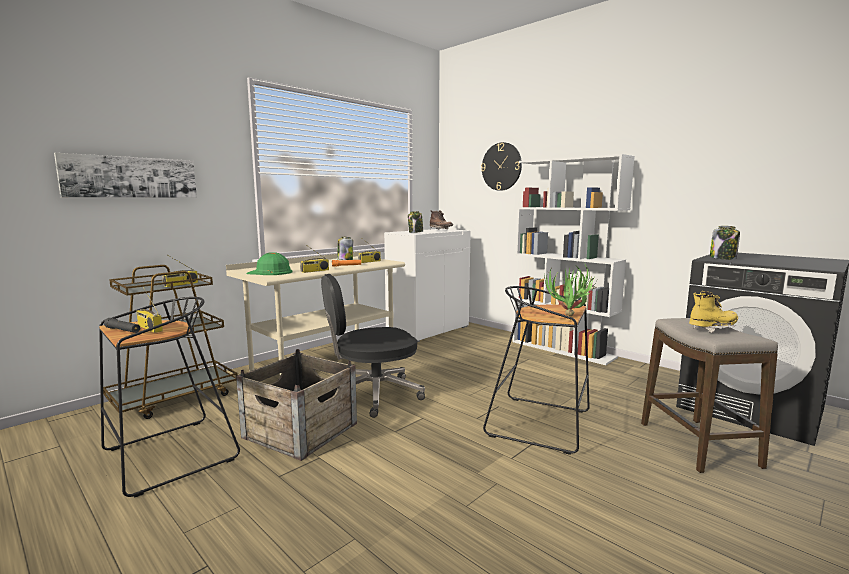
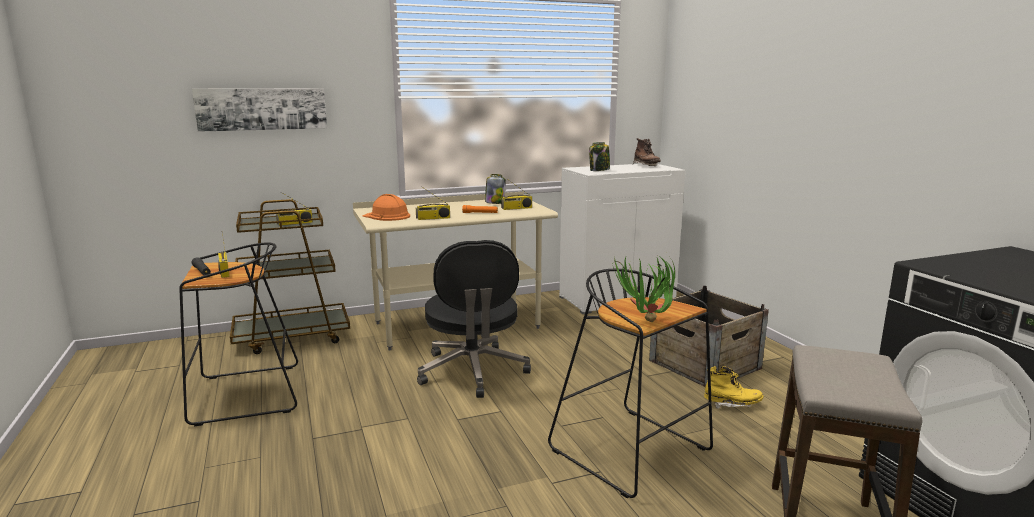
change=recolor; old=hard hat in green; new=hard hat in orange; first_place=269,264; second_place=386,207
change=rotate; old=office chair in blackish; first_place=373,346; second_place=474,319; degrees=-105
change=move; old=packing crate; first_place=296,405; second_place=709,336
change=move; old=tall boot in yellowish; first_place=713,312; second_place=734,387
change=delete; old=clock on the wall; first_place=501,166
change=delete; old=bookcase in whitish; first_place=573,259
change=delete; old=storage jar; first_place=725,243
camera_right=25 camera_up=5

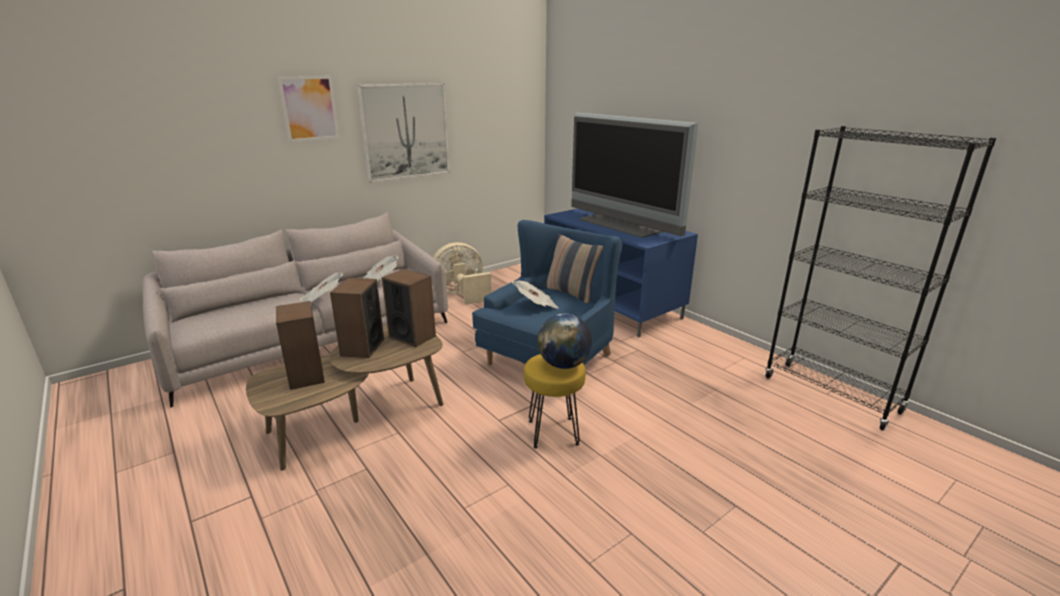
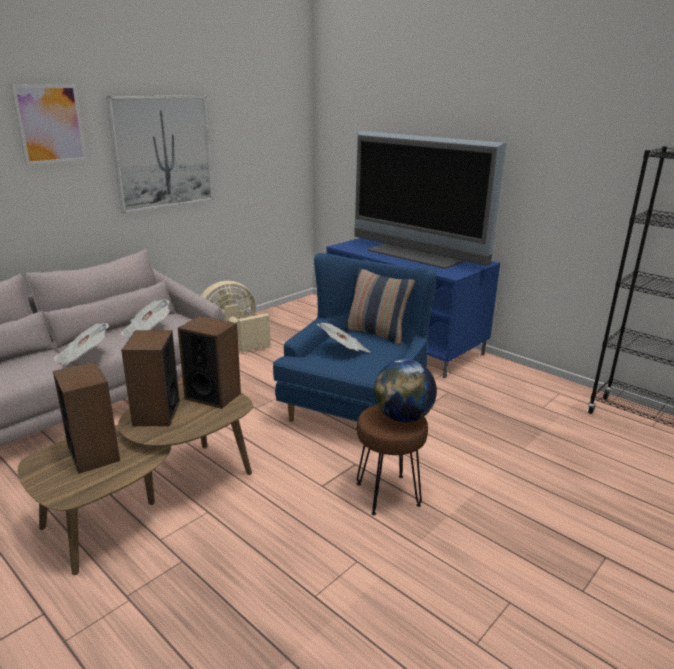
change=recolor; old=stool seat in yellowish; new=stool seat in brown-coloured; first_place=555,401; second_place=392,460
camera_right=-10 camera_up=0

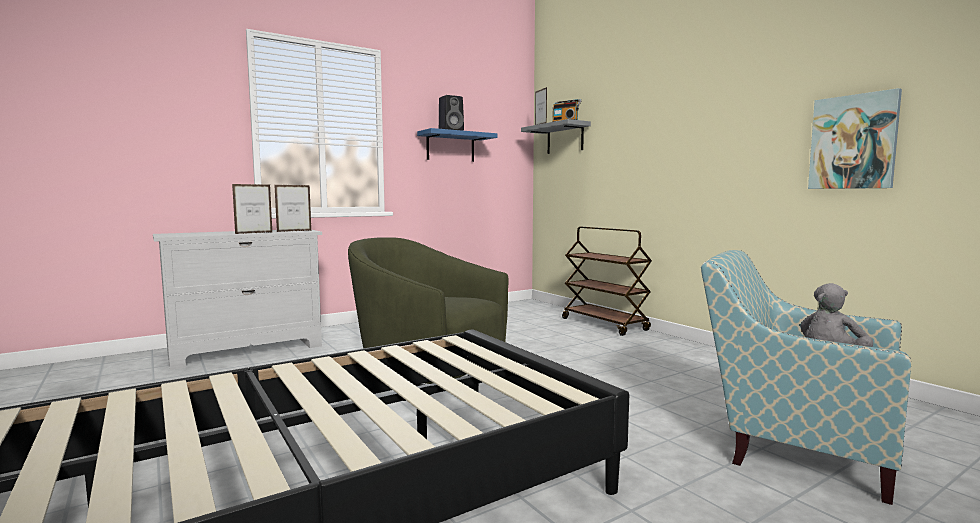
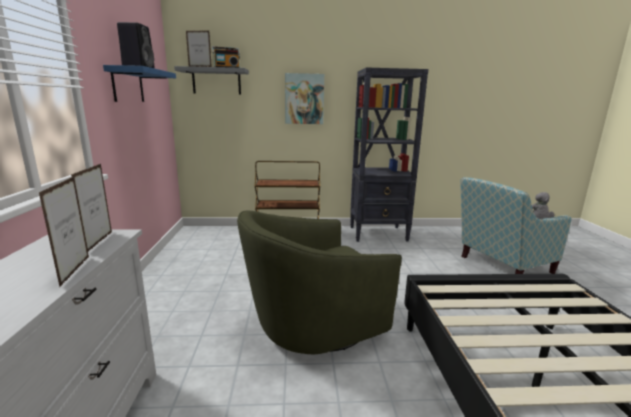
change=move; old=picture; first_place=855,138; second_place=304,98
change=insert; new=bookcase in blackish; second_place=389,154
camera_right=-60 camera_up=10

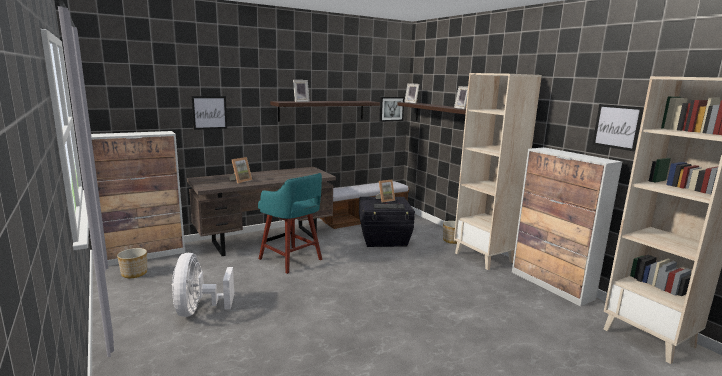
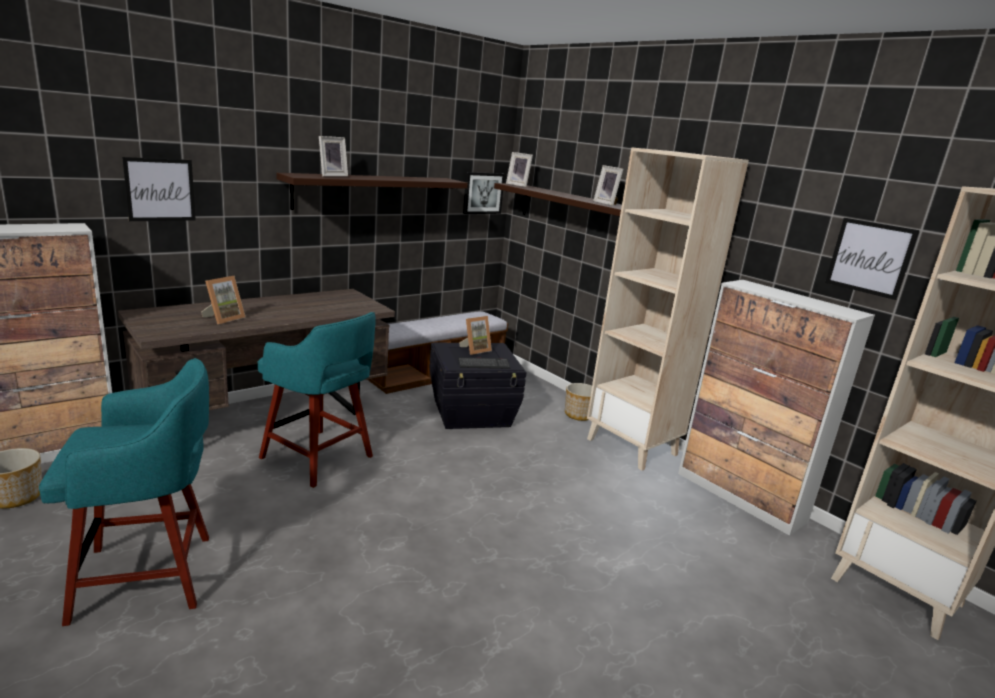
change=replace; old=cooling fan in whitish; new=stool seat in blue-green; first_place=203,285; second_place=124,492
camera_right=-10 camera_up=5

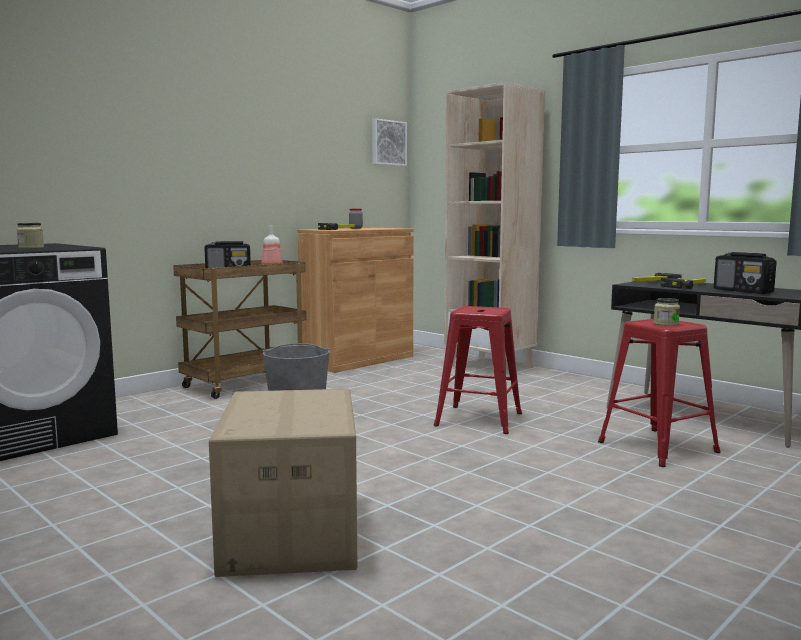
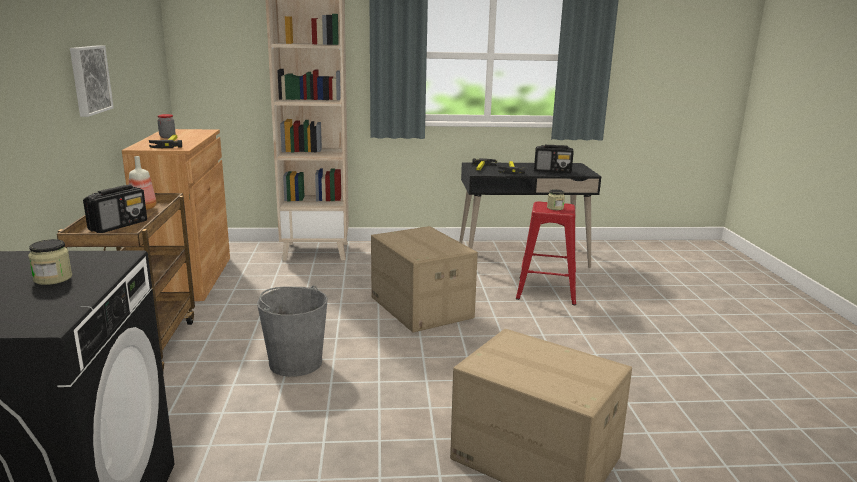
change=move; old=picture; first_place=389,142; second_place=92,81
change=replace; old=stool seat in reddish; new=cardboard box; first_place=478,370; second_place=424,279
camera_right=-50 camera_up=10

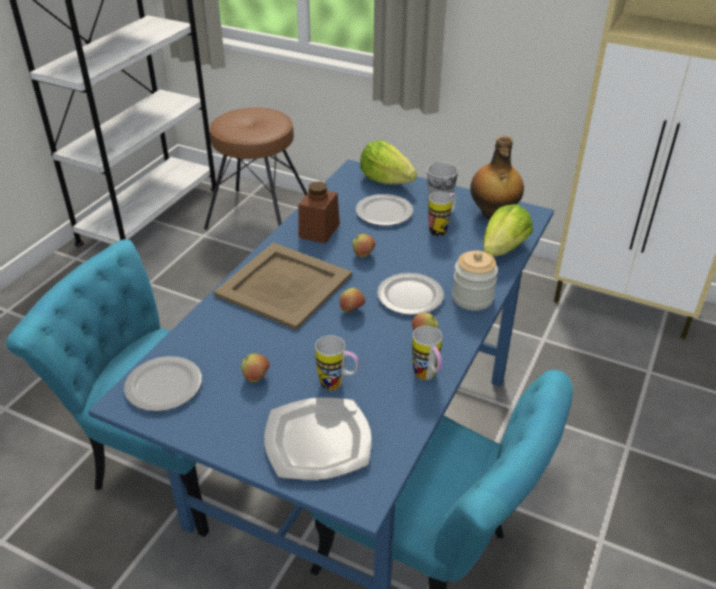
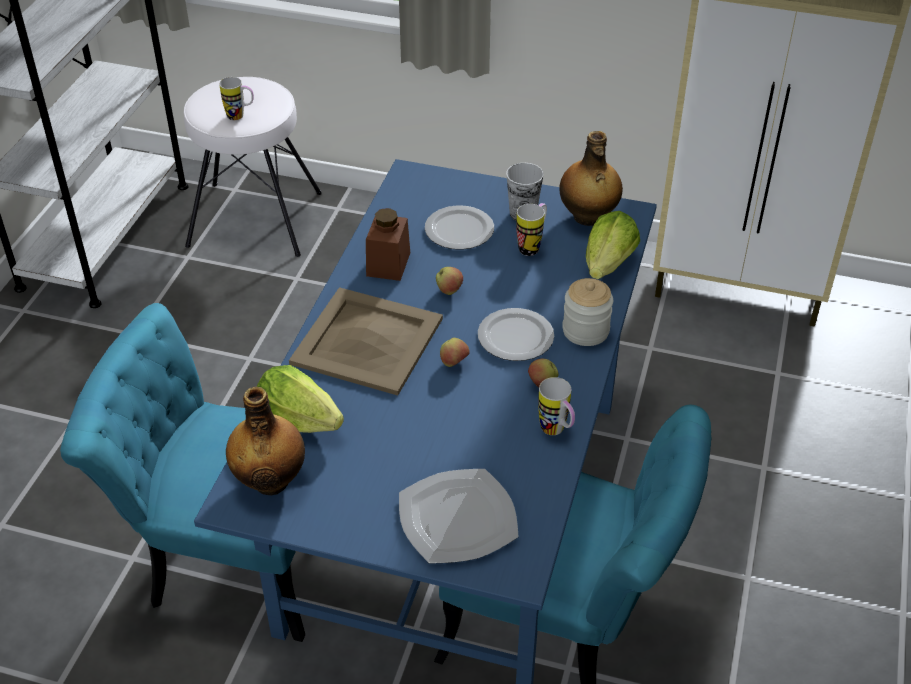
change=recolor; old=stool seat in brown-coloured; new=stool seat in whitish; first_place=256,168; second_place=253,167
change=move; old=tea mug; first_place=337,362; second_place=236,98
change=replace; old=flat dish; new=beverage bottle; first_place=163,383; second_place=265,441
change=move; old=head of lettuce; first_place=388,162; second_place=300,399
change=delete; old=apple fruit; first_place=255,368
camera_right=-10 camera_up=5

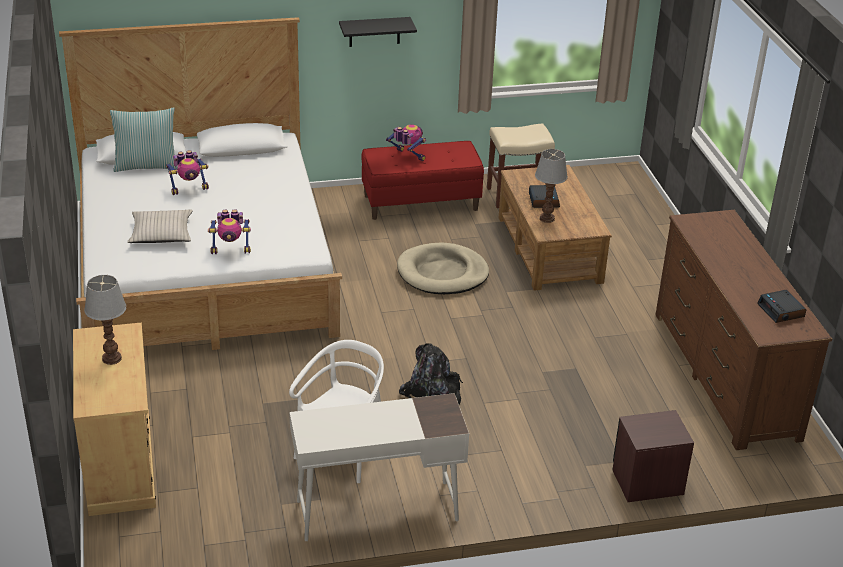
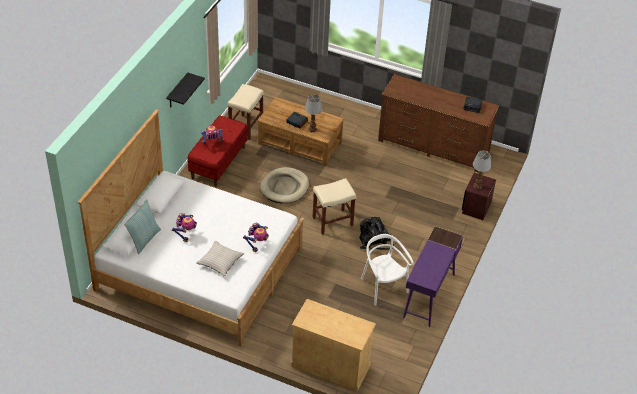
change=insert; new=stool seat in beige-coloured; second_place=334,206
change=recolor; old=desk table in whitish; new=desk table in purple-coloured; first_place=379,467; second_place=433,276
change=move; old=tabletop lamp; first_place=105,320; second_place=482,170
camera_right=-55 camera_up=10

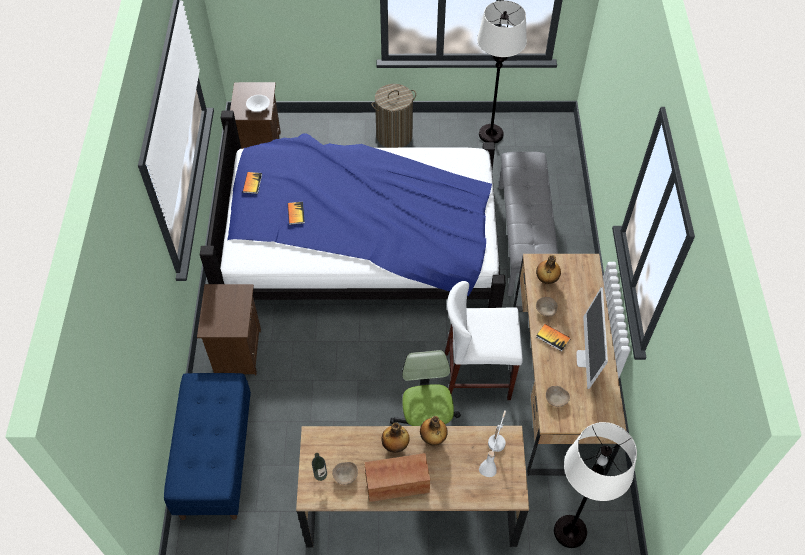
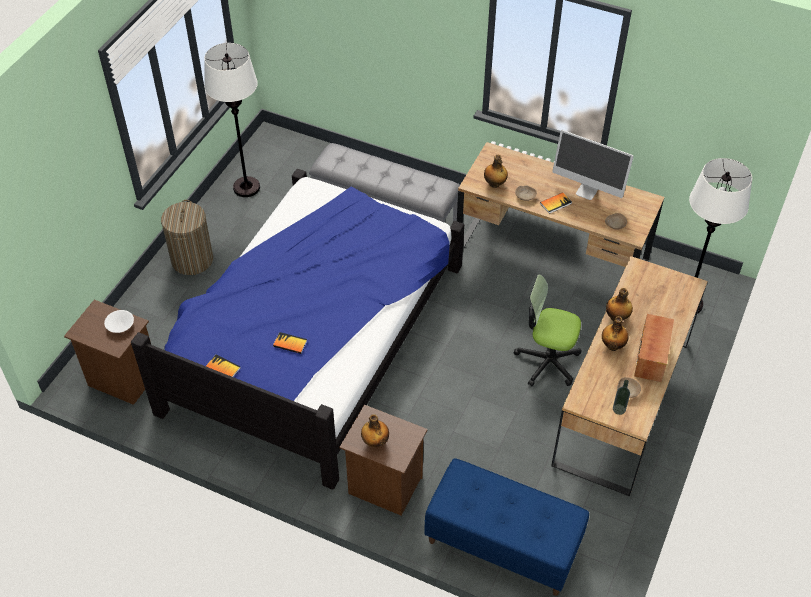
change=insert; new=beverage bottle; second_place=375,430
change=delete; old=stool seat in whitish; first_place=484,340
change=delete; old=tabletop lamp in whitish; first_place=492,443
camera_right=-65 camera_up=-5

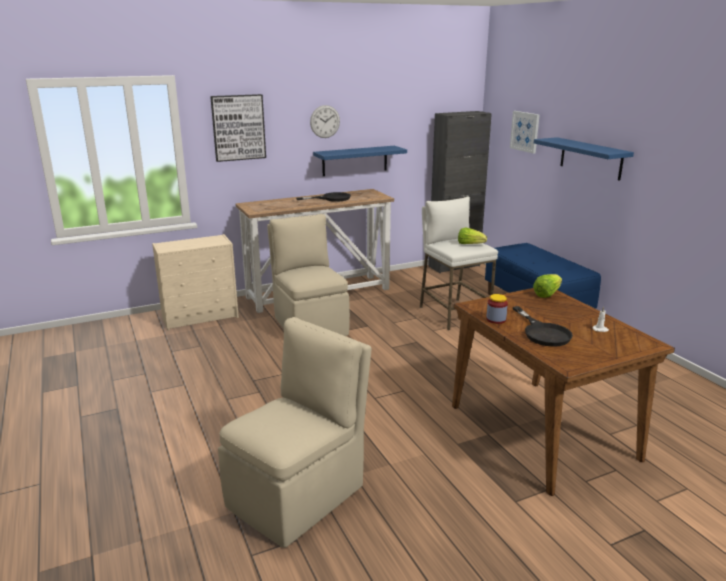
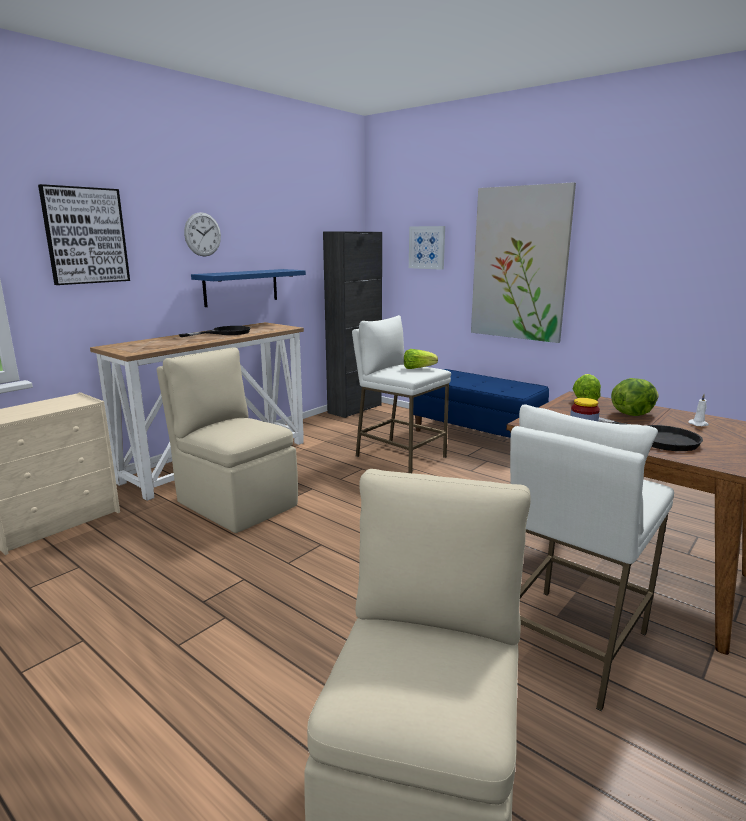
change=replace; old=shelf in blue; new=picture; first_place=584,159; second_place=523,262
change=insert; new=stool seat in whitish; second_place=592,557
change=insert; new=head of lettuce; second_place=635,397
camera_right=-25 camera_up=-5

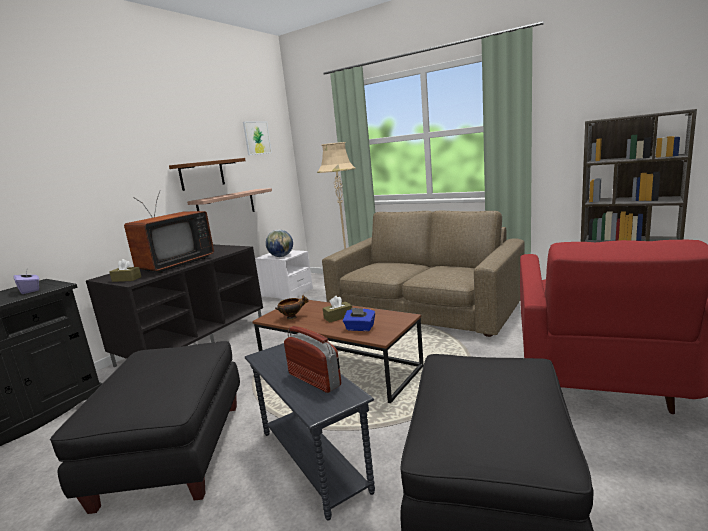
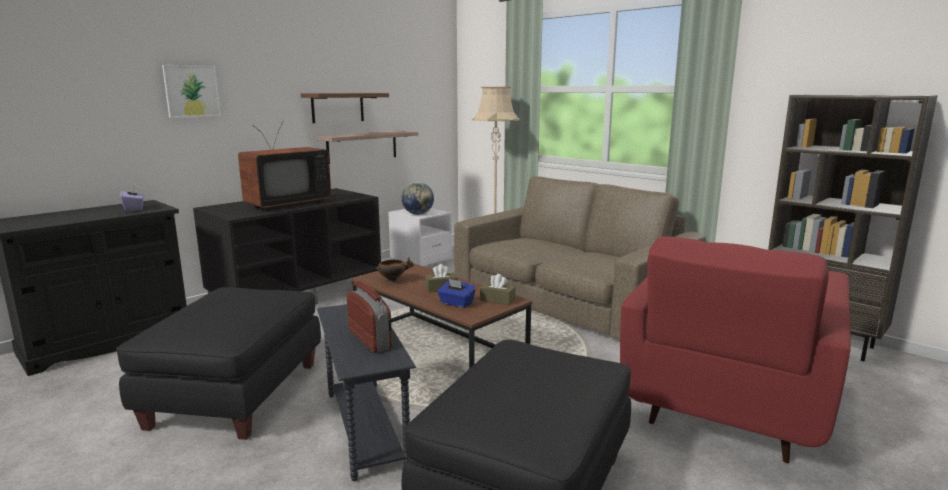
change=move; old=picture; first_place=257,138; second_place=191,91
change=move; old=tissue holder in brown-coloured; first_place=125,270; second_place=498,289
camera_right=10 camera_up=0

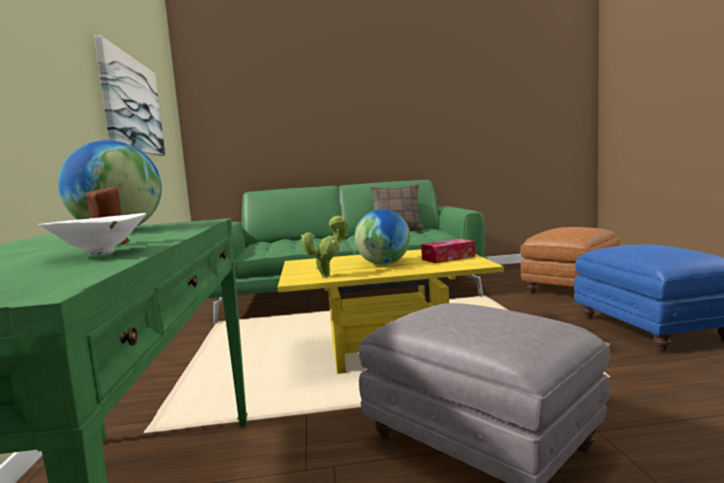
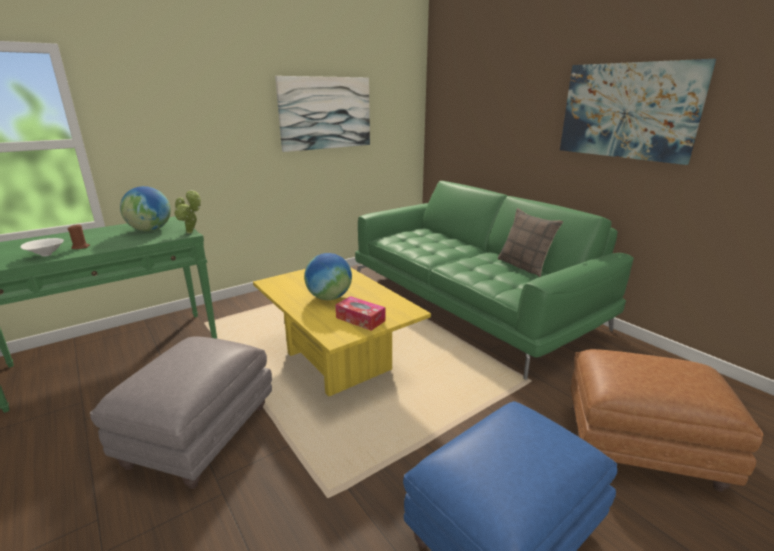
change=move; old=houseplant; first_place=324,246; second_place=187,211
change=insert; new=picture; second_place=638,112
camera_right=60 camera_up=15

